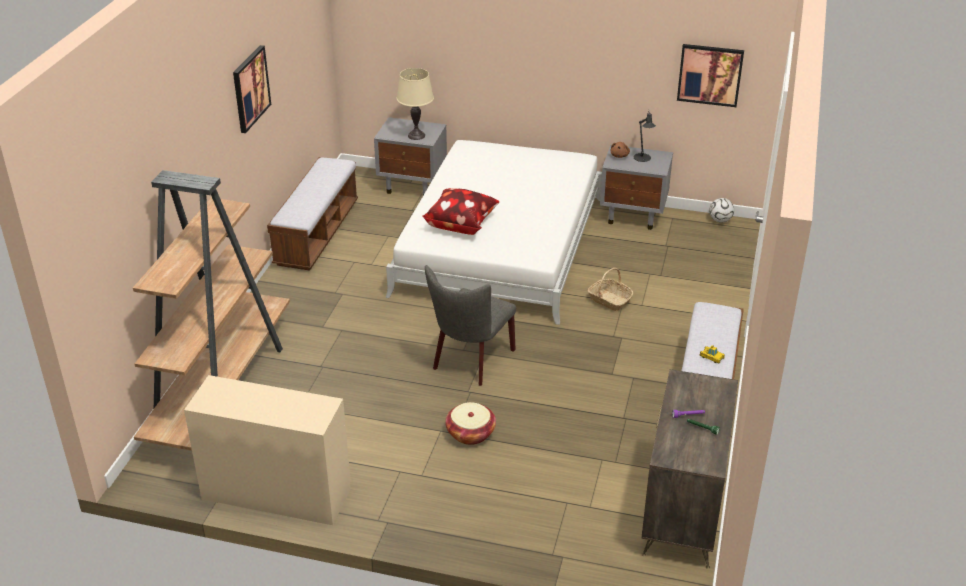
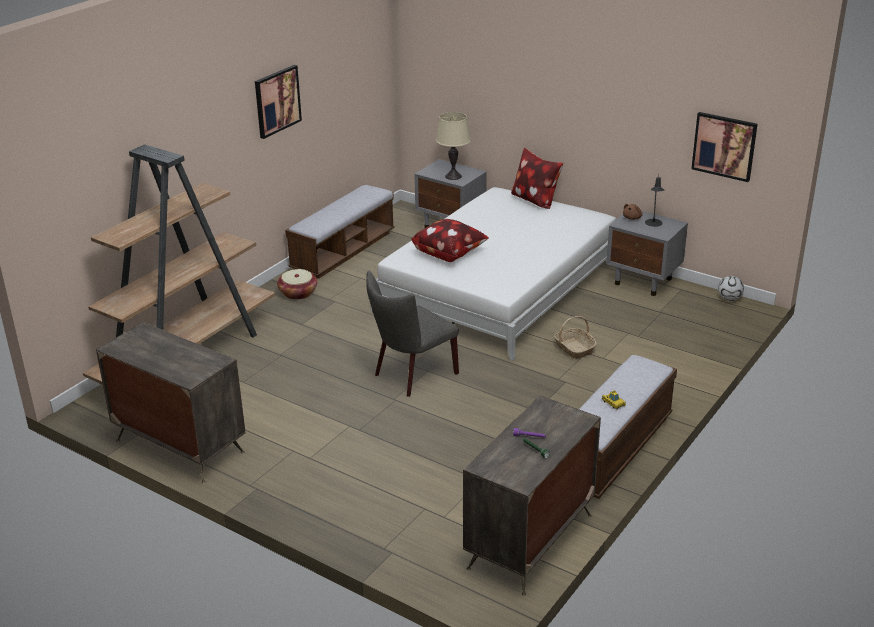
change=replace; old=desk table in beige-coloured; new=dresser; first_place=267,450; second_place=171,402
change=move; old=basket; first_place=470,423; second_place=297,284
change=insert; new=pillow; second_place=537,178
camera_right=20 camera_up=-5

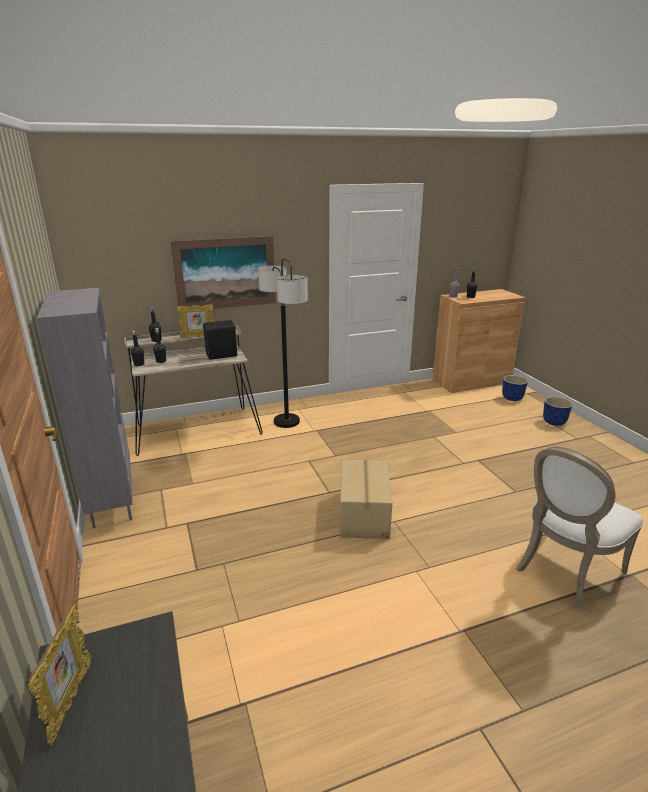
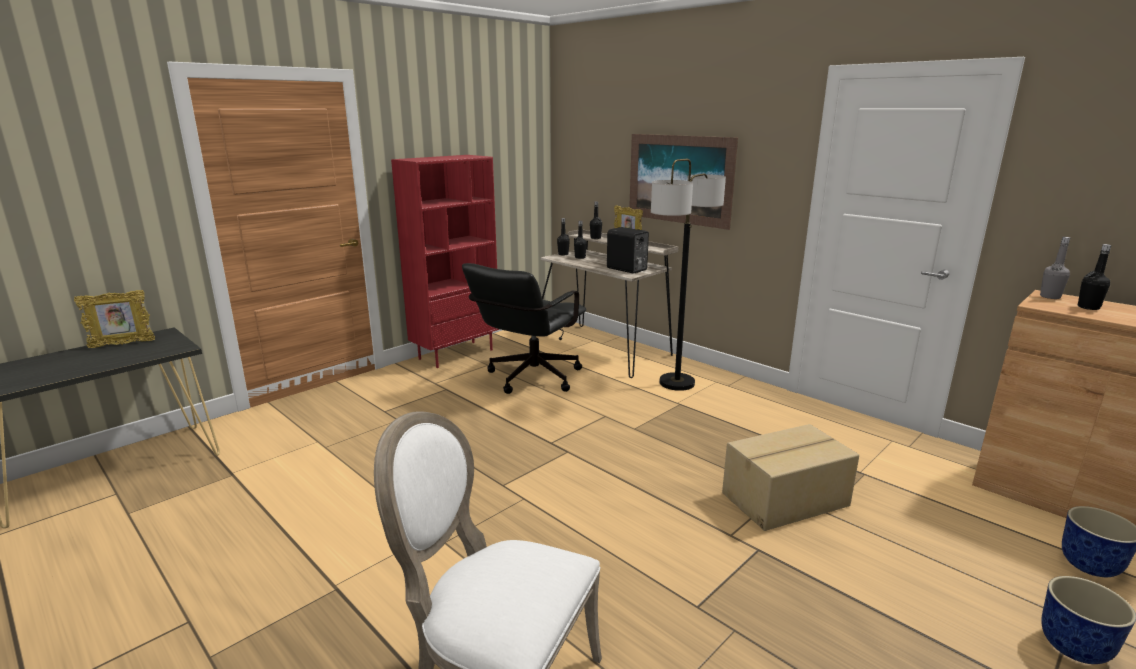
change=recolor; old=bookcase in greyish; new=bookcase in reddish; first_place=84,408; second_place=445,261
change=insert; new=office chair in blackish; second_place=524,328
change=move; old=cardboard box; first_place=366,499; second_place=790,477
camera_right=65 camera_up=-5

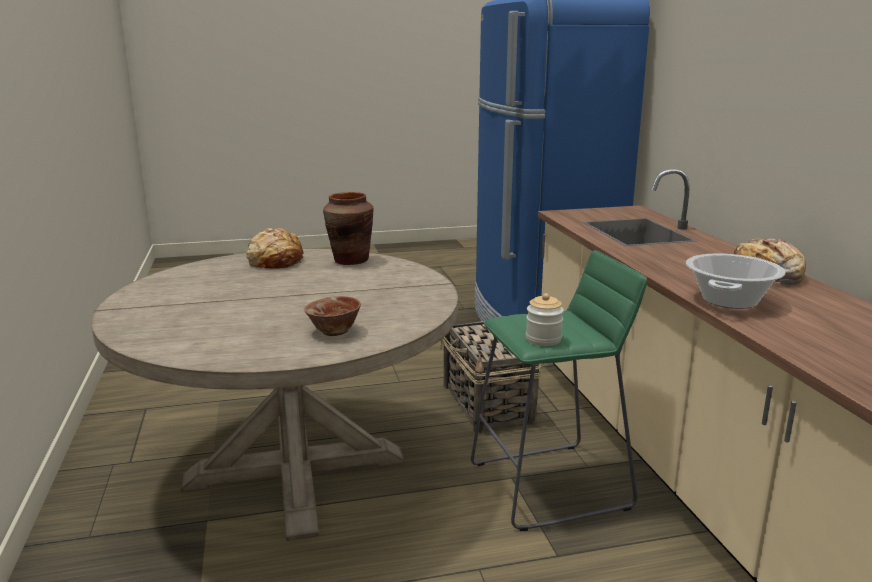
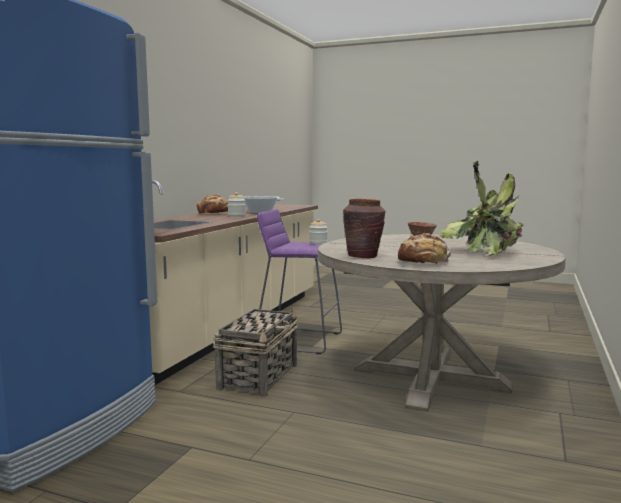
change=insert; new=storage jar; second_place=236,204
change=recolor; old=stool seat in green; new=stool seat in purple-coloured; first_place=559,390; second_place=299,281
change=insert; new=houseplant; second_place=481,208
camera_right=-145 camera_up=-10

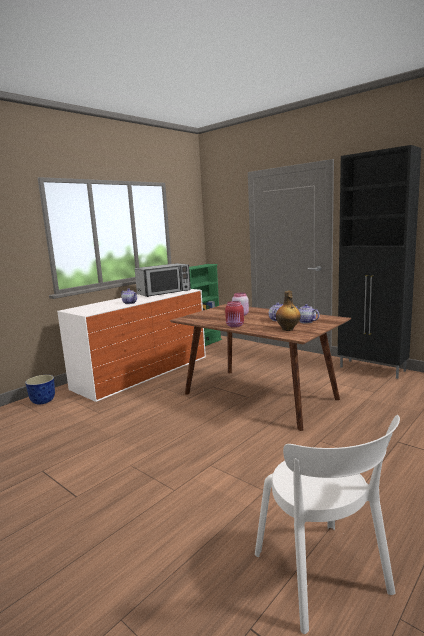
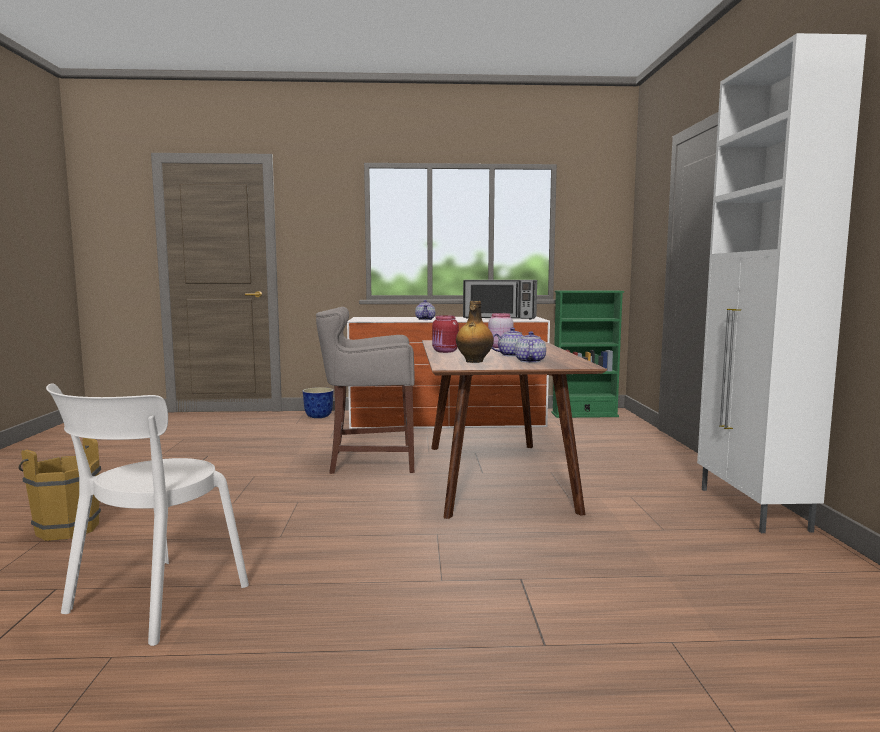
change=insert; new=bucket in brown-coloured; second_place=59,489
change=insert; new=stool seat in greyish; second_place=365,390
change=recolor; old=storage cabinet in blackish; new=storage cabinet in whitish; first_place=379,262; second_place=782,283
camera_right=45 camera_up=-5

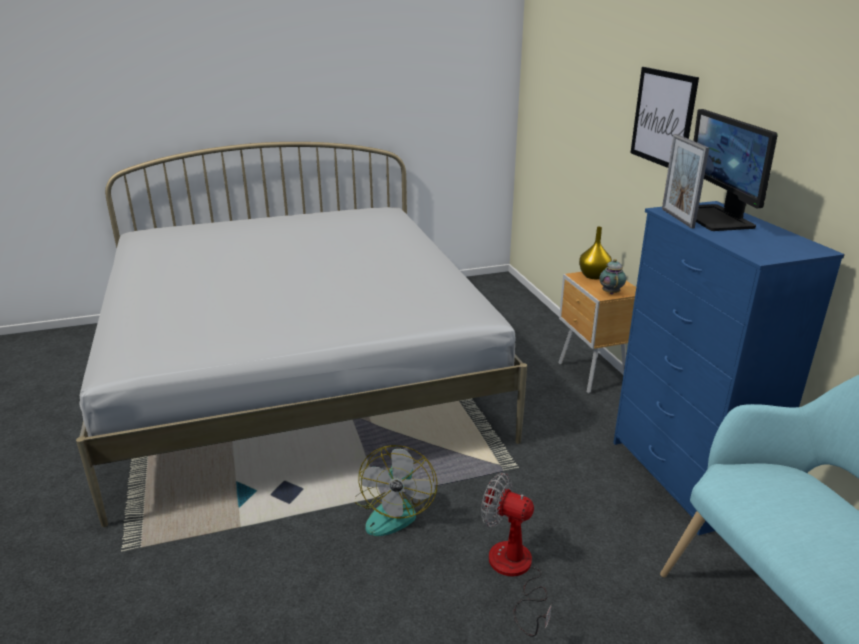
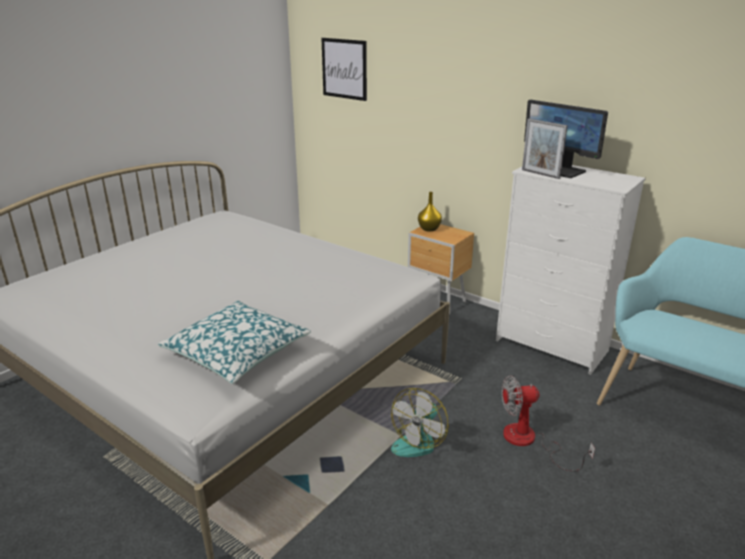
change=insert; new=pillow; second_place=234,342
change=move; old=picture; first_place=664,117; second_place=344,69
change=rotate; old=cooling fan; first_place=396,490; second_place=420,422; degrees=60
change=recolor; old=dresser in blue; new=dresser in whitish; first_place=729,368; second_place=571,270
change=delete; old=pot for tea; first_place=612,276
camera_right=-35 camera_up=0

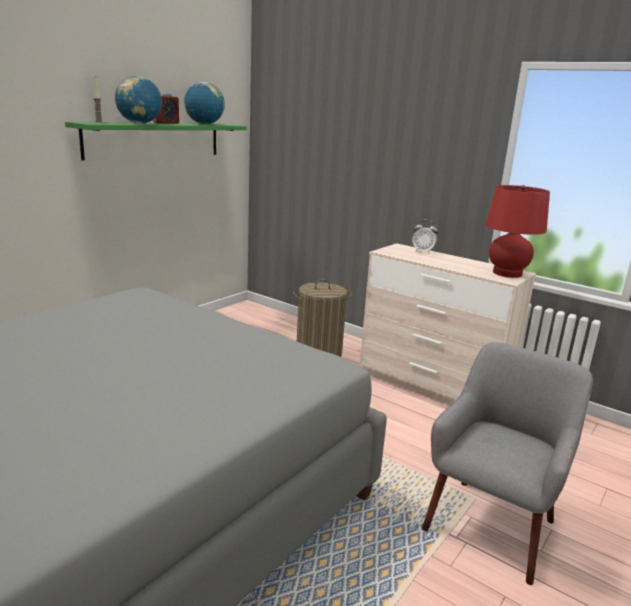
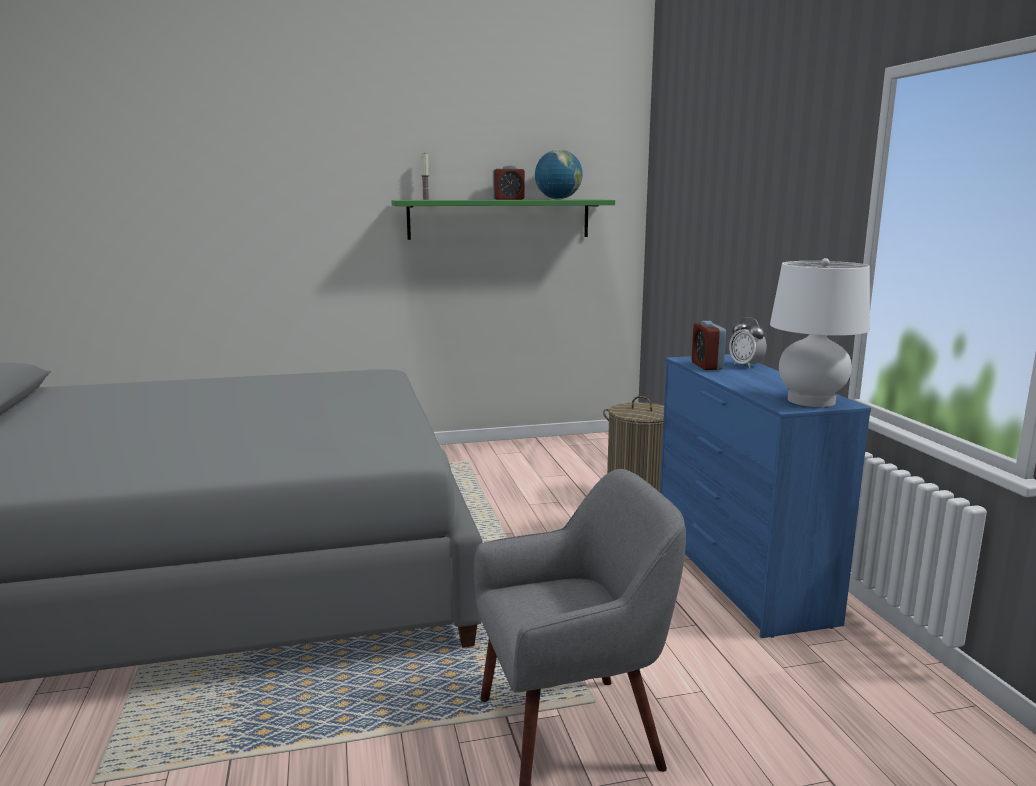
change=recolor; old=dresser in beige-coloured; new=dresser in blue; first_place=447,324; second_place=765,496
change=insert; new=bedside clock; second_place=709,345
change=recolor; old=tabletop lamp in reddish; new=tabletop lamp in whitish; first_place=518,231; second_place=820,332
change=delete; old=desk globe; first_place=138,100
camera_right=40 camera_up=-5

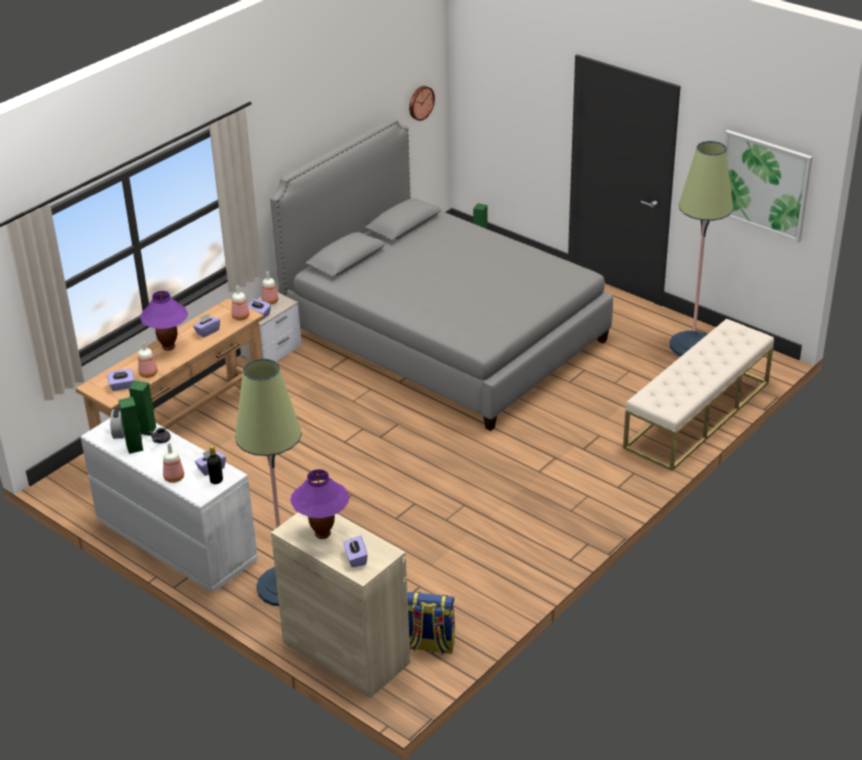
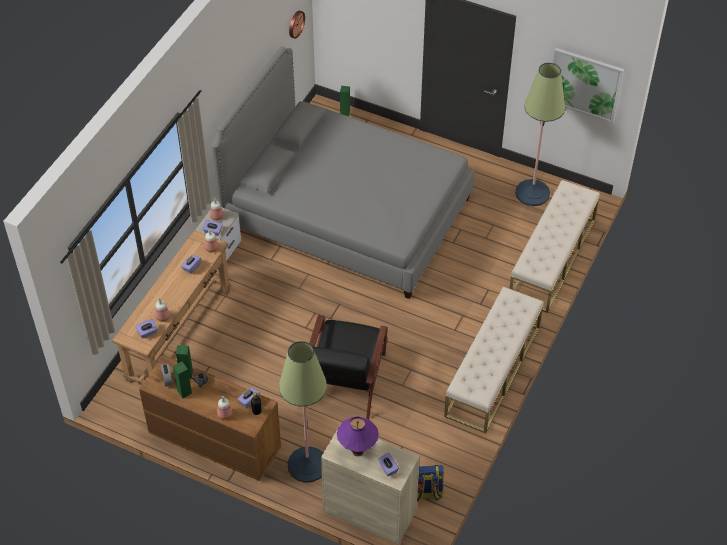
change=recolor; old=dresser in whitish; new=dresser in brown-coloured; first_place=169,505; second_place=210,418
change=insert; new=lounge chair in blackish; second_place=348,367
change=insert; new=bench in beige-coloured; second_place=493,360
change=delete; old=tabletop lamp in purple-coloured; first_place=164,321
camera_right=-15 camera_up=15

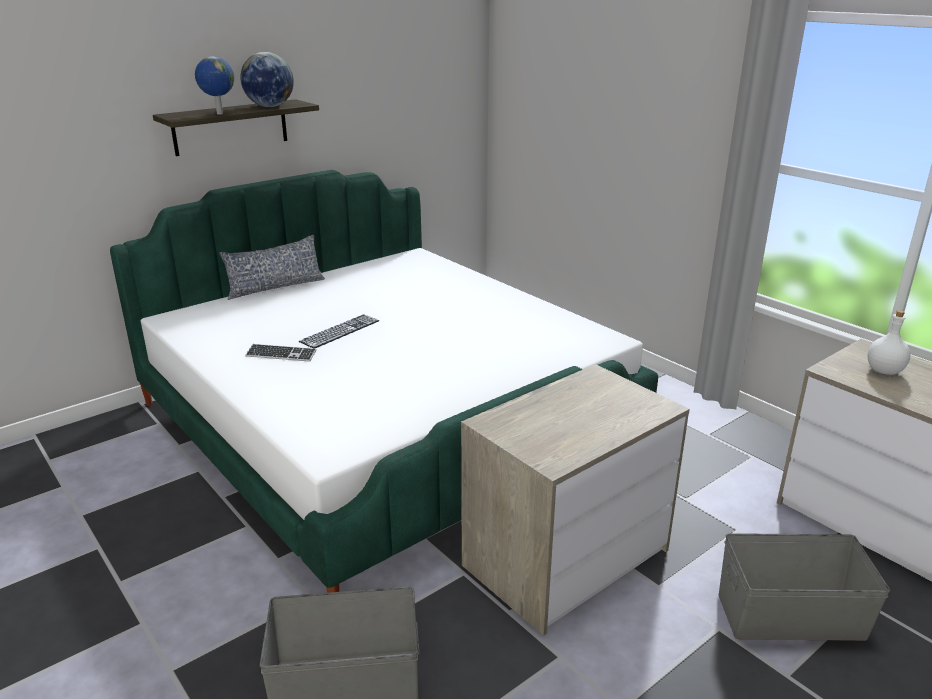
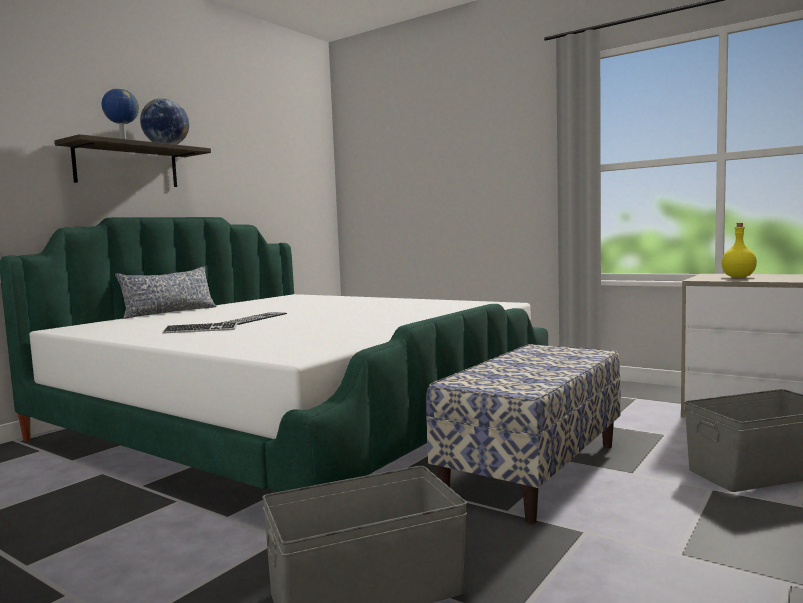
change=replace; old=dresser; new=bench; first_place=575,500; second_place=523,433
change=recolor; old=beverage bottle in whitish; new=beverage bottle in yellowish; first_place=889,342; second_place=739,250
camera_right=-15 camera_up=-20

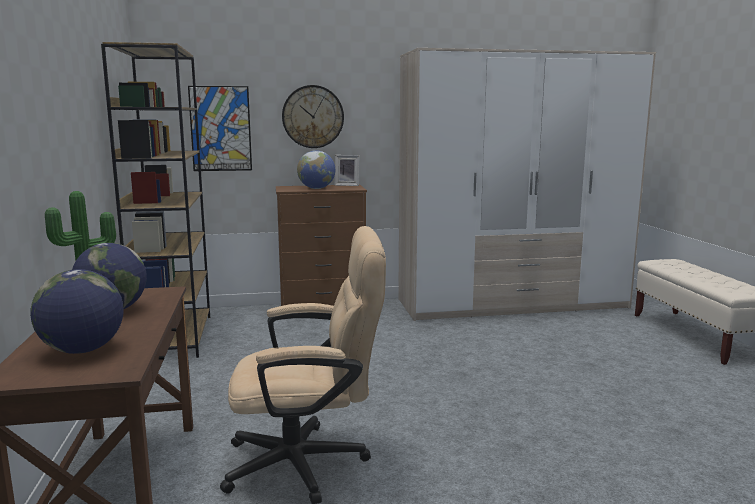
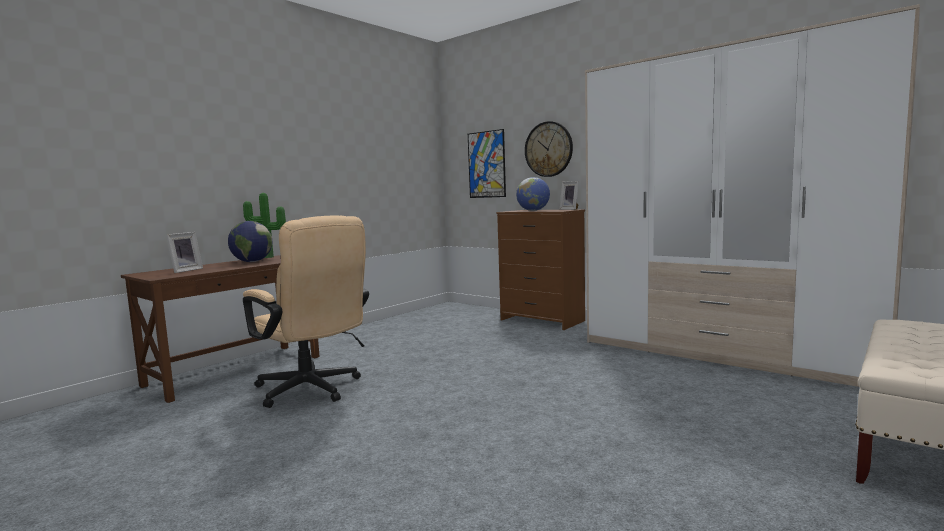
change=replace; old=desk globe; new=picture frame; first_place=77,311; second_place=184,252
change=delete; old=bookcase in brown-coloured; first_place=155,200
camera_right=50 camera_up=-5

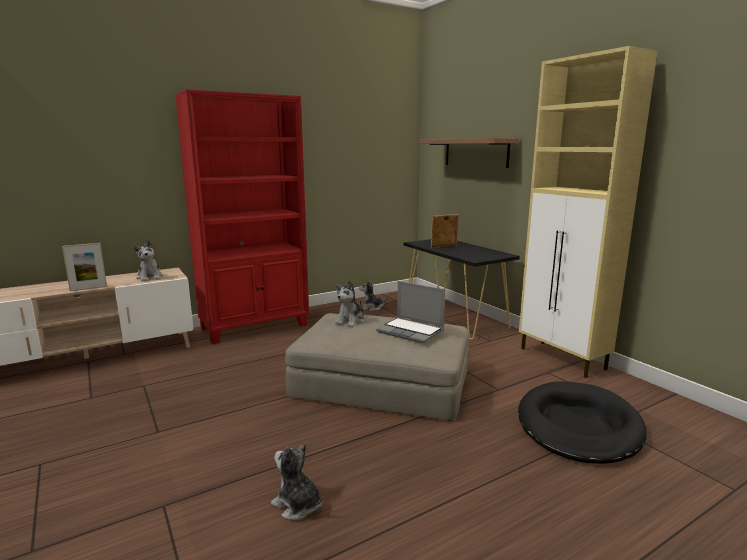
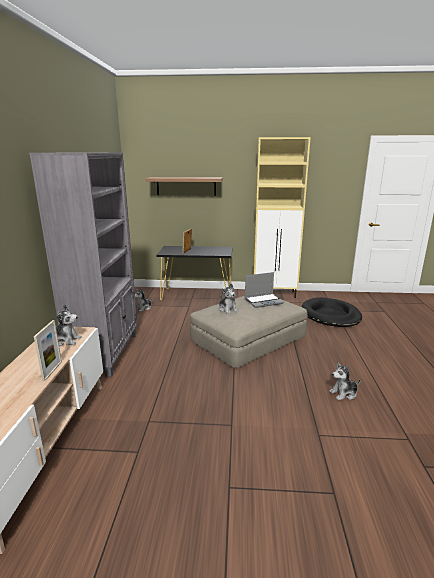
change=recolor; old=bookcase in reddish; new=bookcase in greyish; first_place=242,216; second_place=83,264
camera_right=-55 camera_up=5

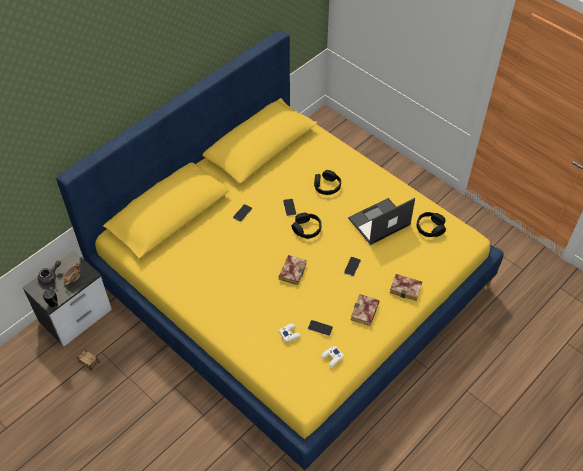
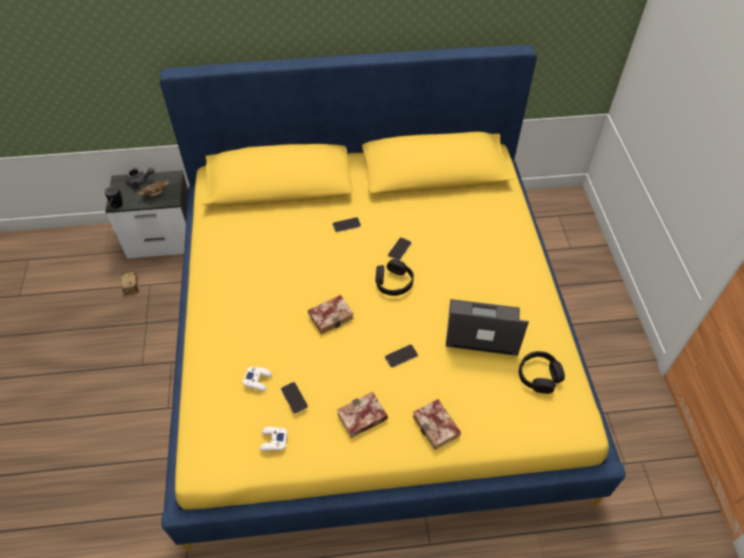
change=delete; old=pair of headphones in blackish; first_place=327,182
camera_right=40 camera_up=0

